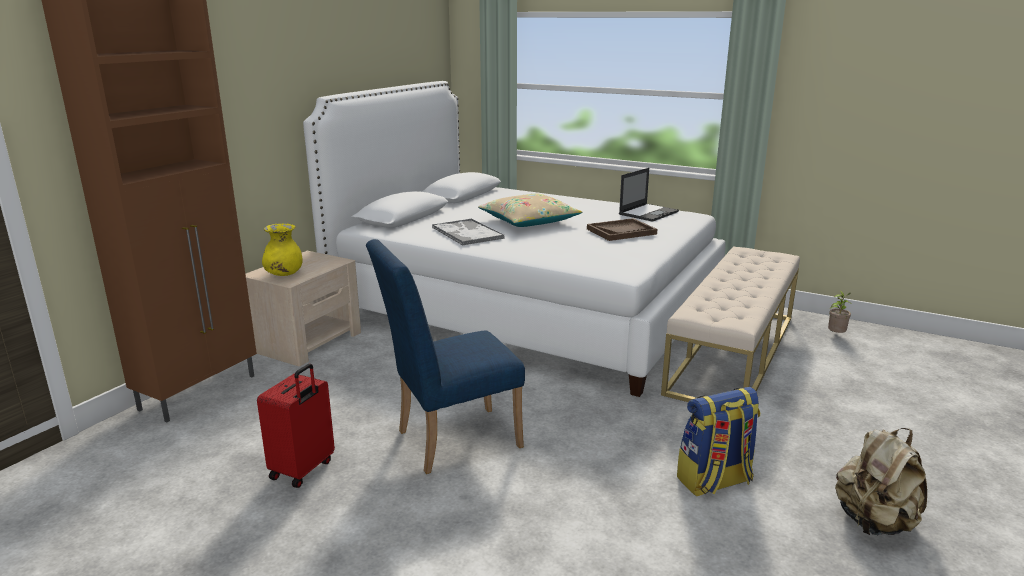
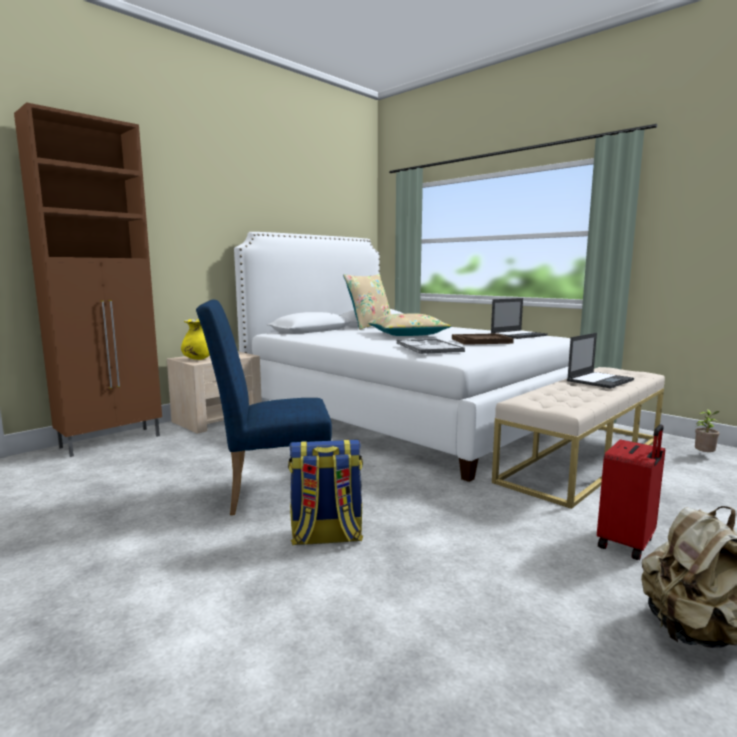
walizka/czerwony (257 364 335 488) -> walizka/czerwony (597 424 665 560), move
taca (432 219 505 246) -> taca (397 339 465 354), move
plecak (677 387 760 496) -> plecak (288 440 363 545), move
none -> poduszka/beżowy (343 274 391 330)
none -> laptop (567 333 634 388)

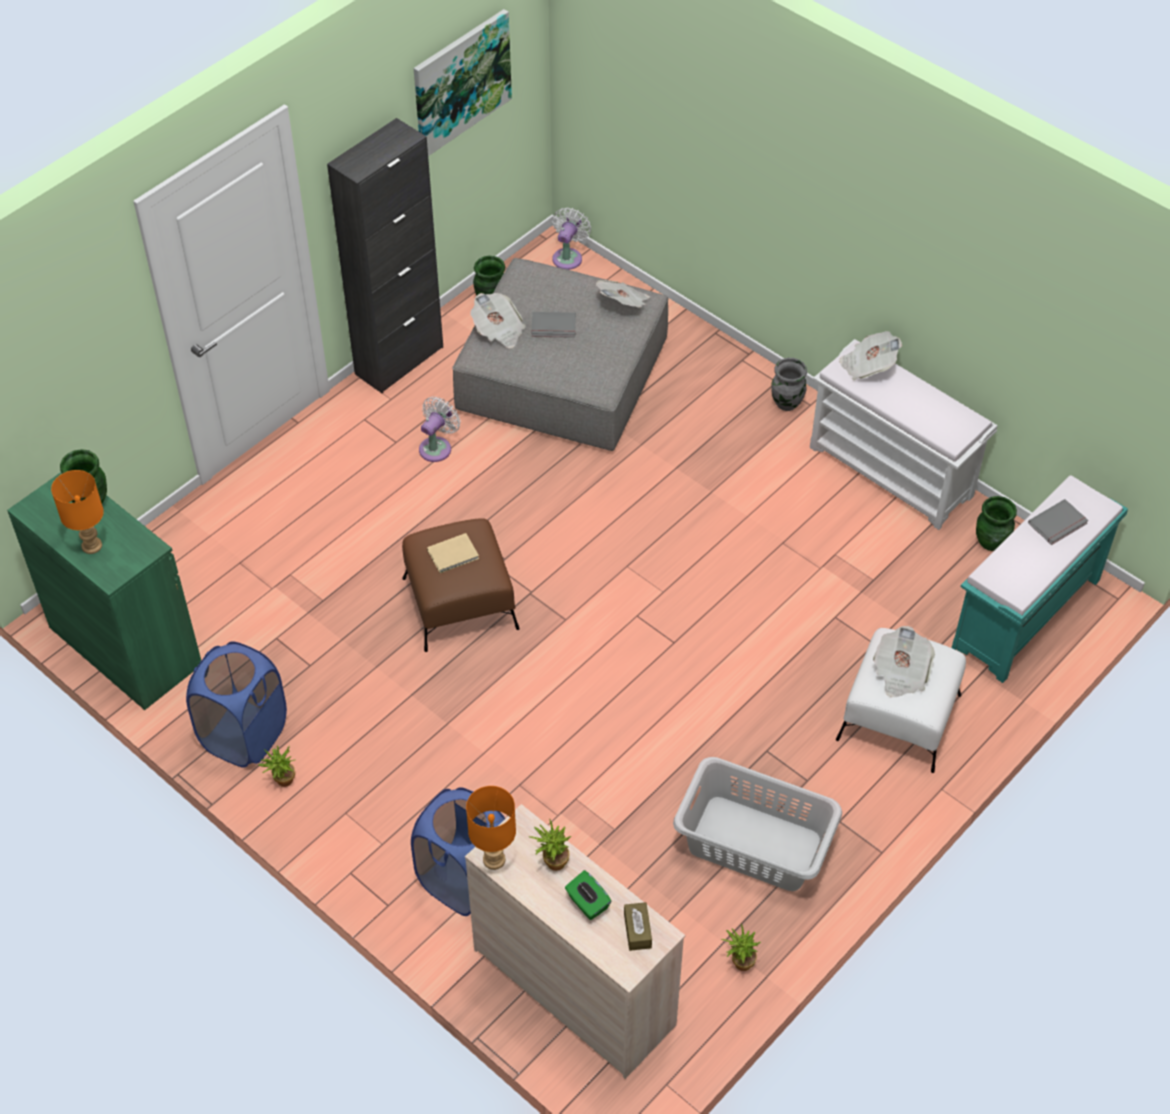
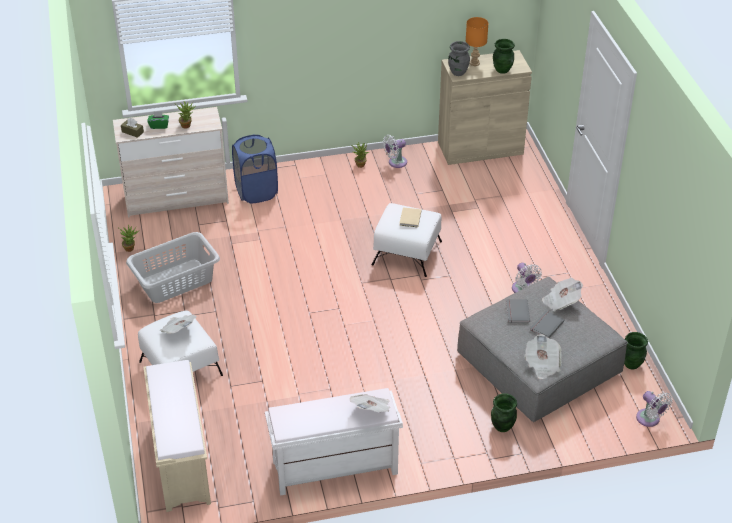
szafka/zielony (7 473 201 710) -> szafka/beżowy (438 50 532 165)
kosz na pranie/niebieski (186 641 287 768) -> wentylator/biały (383 135 407 168)
szafka/czarny (327 118 443 393) -> none
pufa/brązowy (402 518 520 652) -> pufa/biały (372 203 442 277)
obraz (414 9 512 156) -> none
lampa stołowa/pomarańczowy (466 786 516 870) -> none
wazon/szary (771 358 807 411) -> wazon/szary (448 41 470 76), move
ławka/turkusowy (952 475 1128 683) -> ławka/beżowy (144 360 211 512)
wazon/zielony (976 496 1017 551) -> wazon/zielony (491 393 517 432), move
książka/szary (1028 499 1088 545) -> książka/szary (506 299 530 323), move

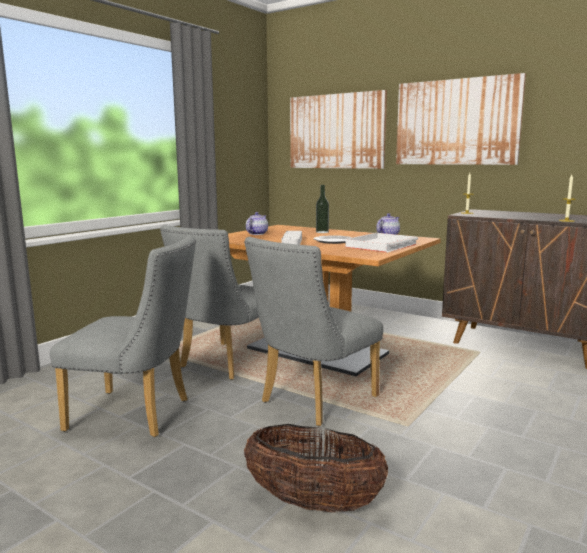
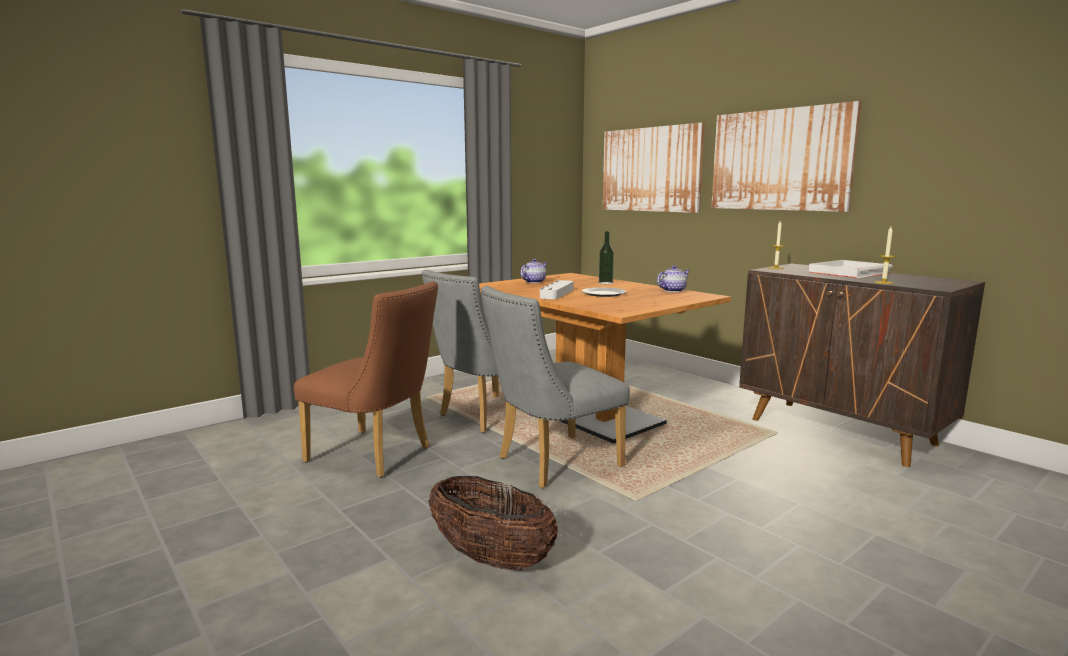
krzesło/szary (50 235 196 437) -> krzesło/brązowy (294 281 438 478)
taca/biały (345 233 418 253) -> taca/biały (809 260 893 278), move

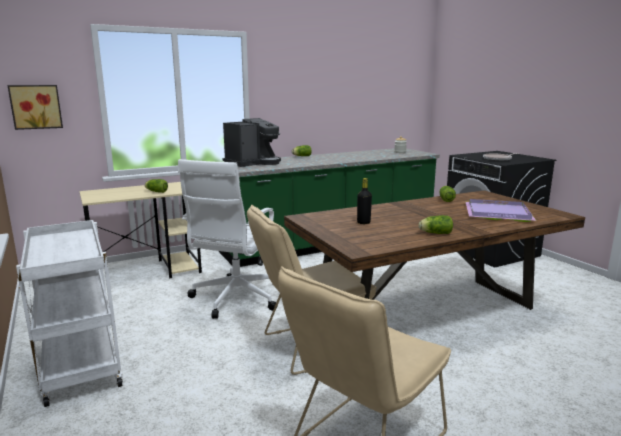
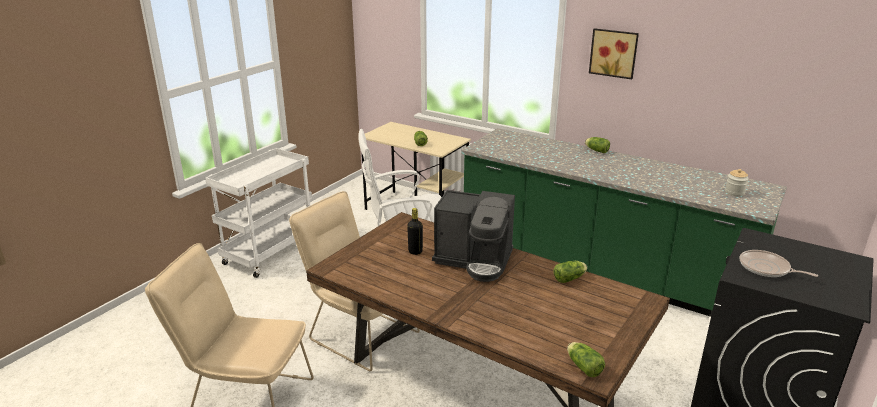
obraz (7 85 63 130) -> obraz (589 28 639 79), move
ekspres do kawy (222 118 281 167) -> ekspres do kawy (432 190 515 282), move
sałata (419 215 453 234) -> sałata (567 342 605 377), move
taca/fioletowy (466 199 536 222) -> none

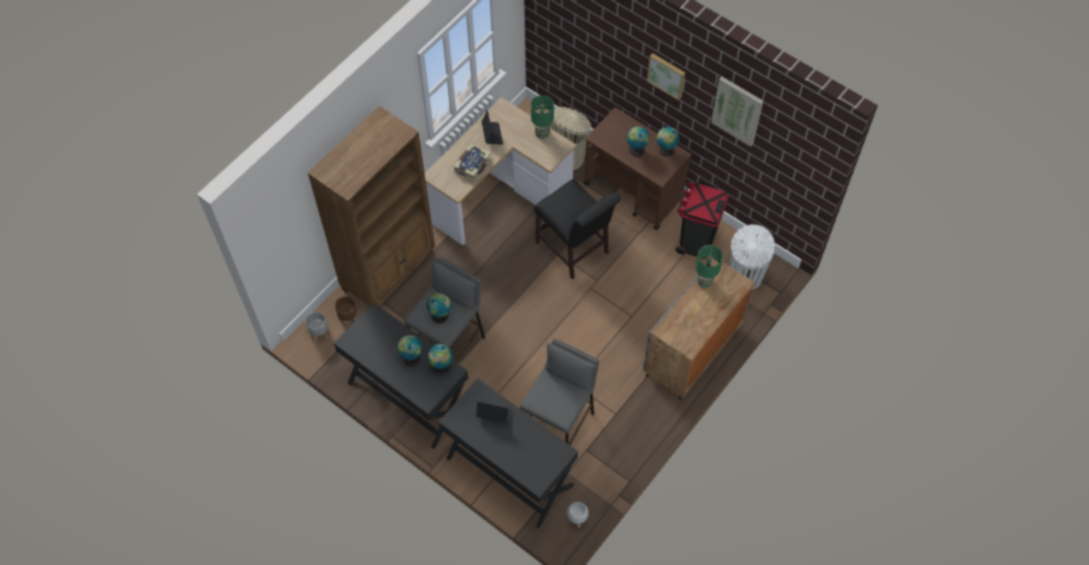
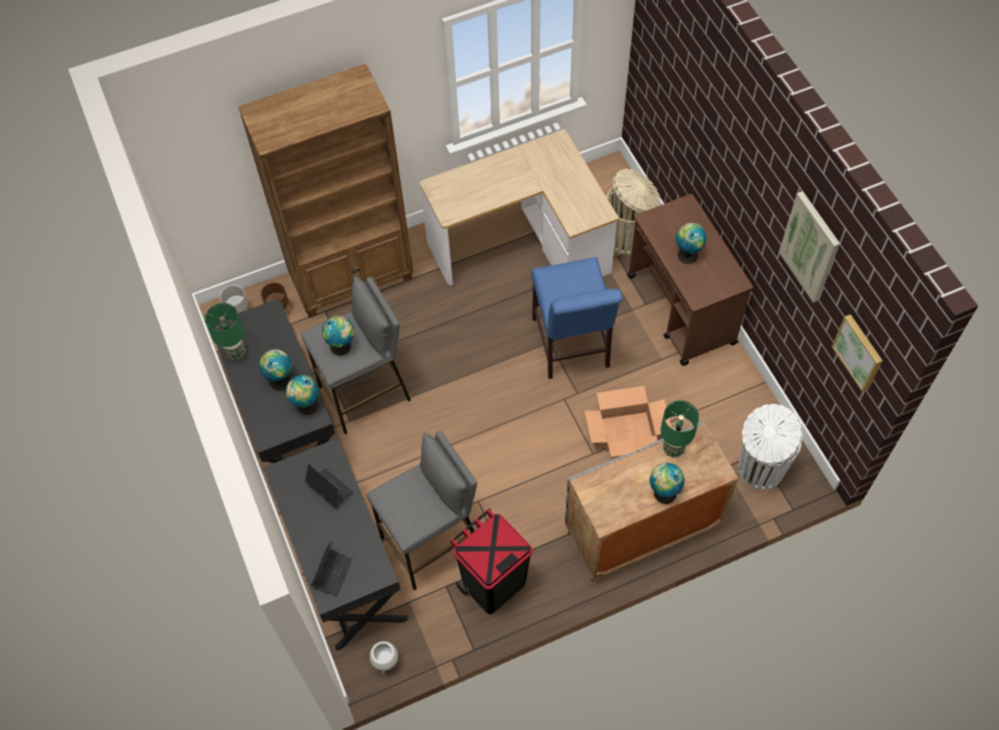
książka (454 144 491 182) -> none
laptop (482 110 503 145) -> laptop (311 541 353 597), move
lampa stołowa/zielony (531 95 554 139) -> lampa stołowa/zielony (205 303 246 360), move
krzesło/czarny (534 178 621 279) -> krzesło/niebieski (531 257 622 379)
obraz (647 53 685 101) -> obraz (832 314 883 392), move
globus (656 127 679 157) -> globus (650 463 685 504), move
kosz na śmieci/czarny (675 182 729 259) -> kosz na śmieci/czarny (450 508 533 614), move
none -> karton (585 386 672 457)

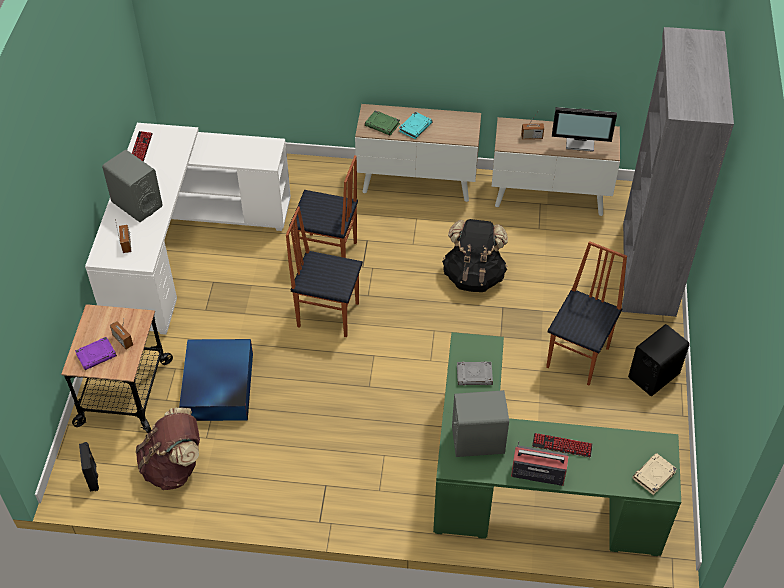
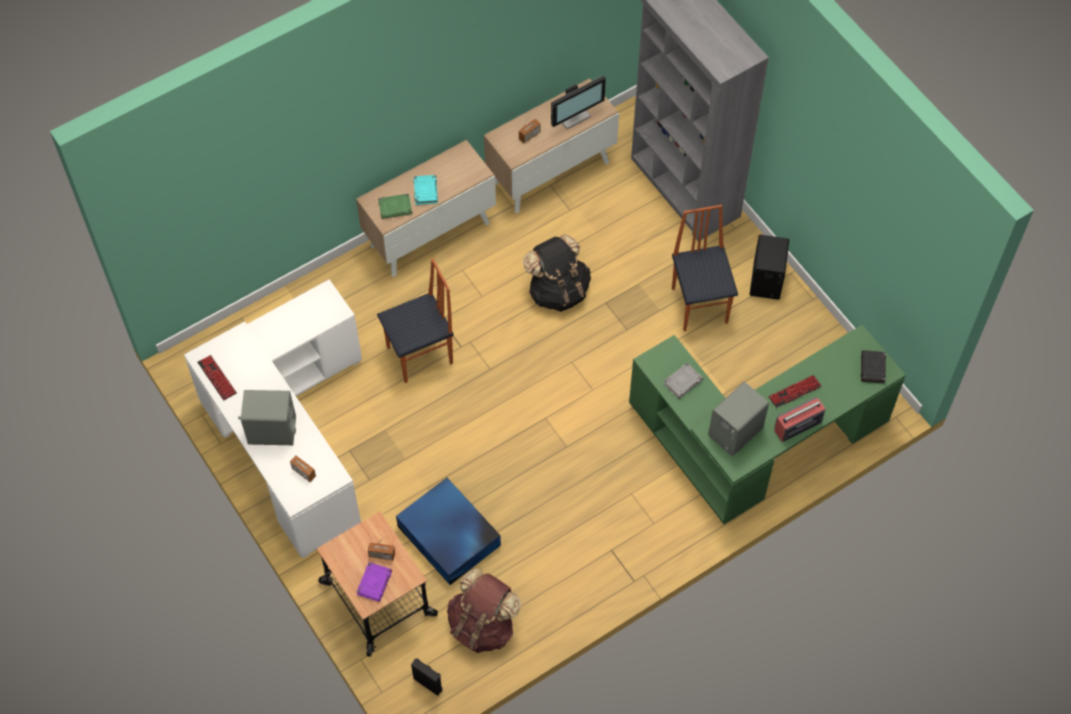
krzesło (286 207 363 337) -> none
książka/beżowy (632 453 677 495) -> książka/czarny (861 350 886 384)

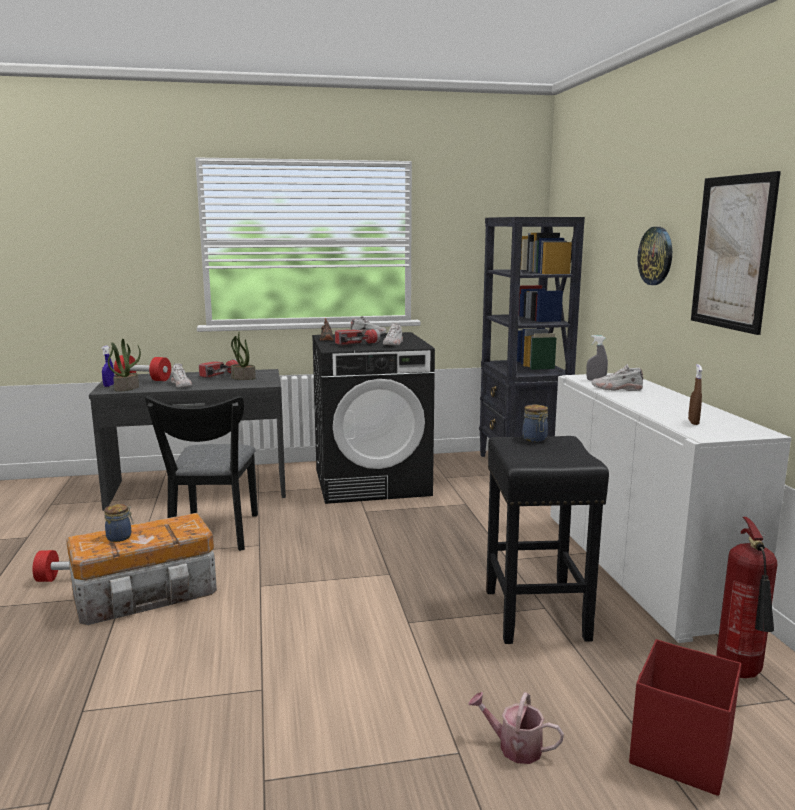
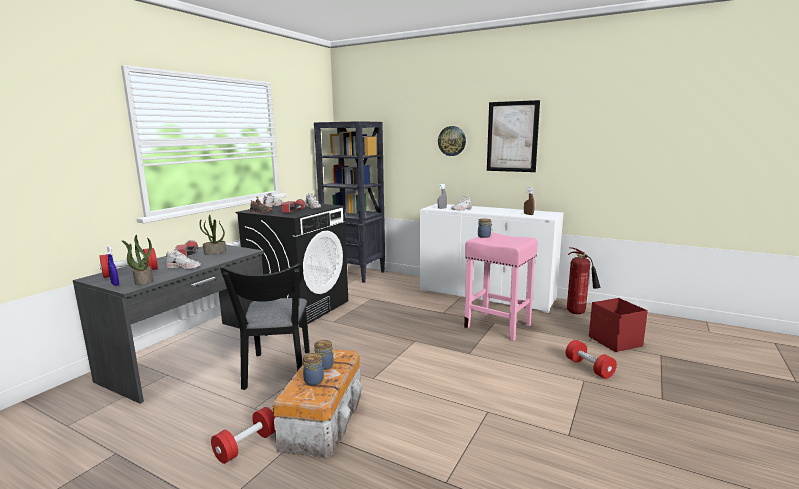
krzesło/czarny (145 396 258 551) -> krzesło/czarny (220 263 309 390), 45 degrees clockwise
konewka (469 692 564 764) -> hantel/czerwony (565 340 617 379)
stołek/czarny (486 436 609 644) -> stołek/różowy (464 232 538 341)
none -> słoik (314 340 334 370)

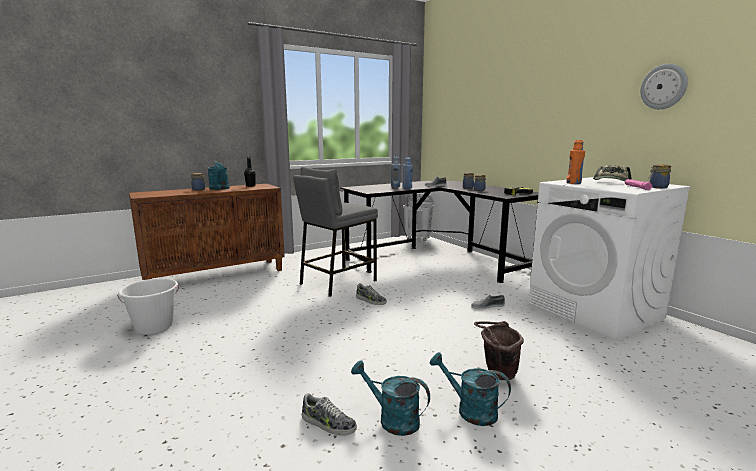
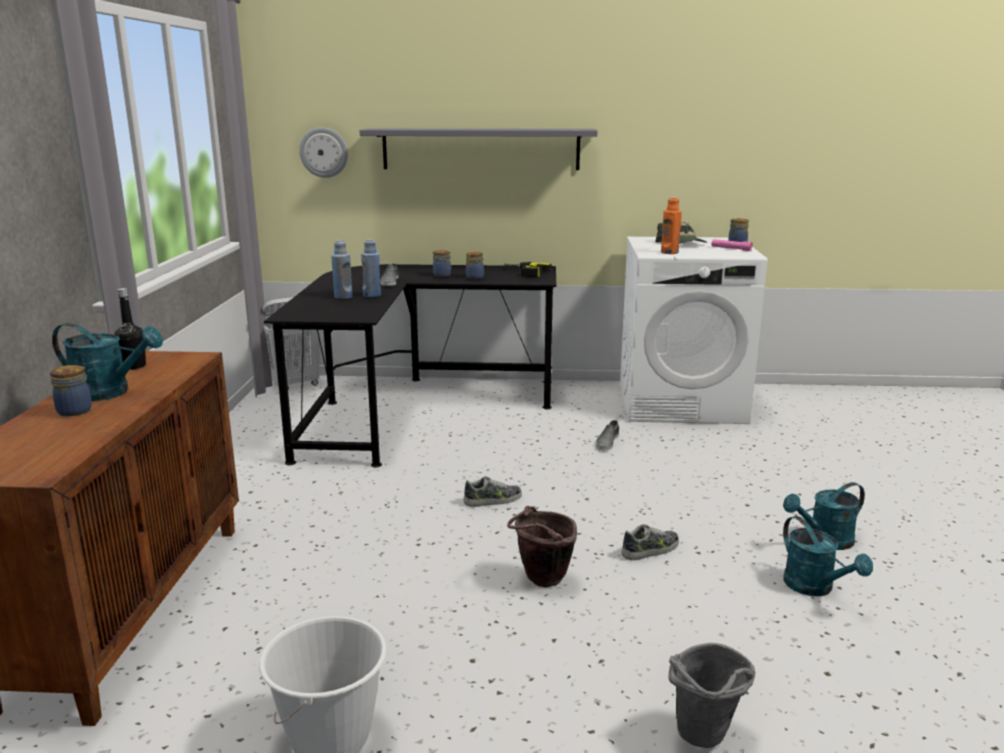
stołek/szary (293 167 378 297) -> none
but (302 393 357 436) -> but (622 524 679 561), move
konewka/turkusowy (351 360 430 436) -> konewka/turkusowy (783 516 873 596), 90 degrees counterclockwise
wiadro/brązowy (474 321 524 380) -> wiadro/brązowy (507 506 577 587), move
zegar ścienny (640 64 688 109) -> zegar ścienny (299 127 348 178), move
none -> półka/szary (359 128 598 170)
none -> wiadro/szary (668 643 756 748)

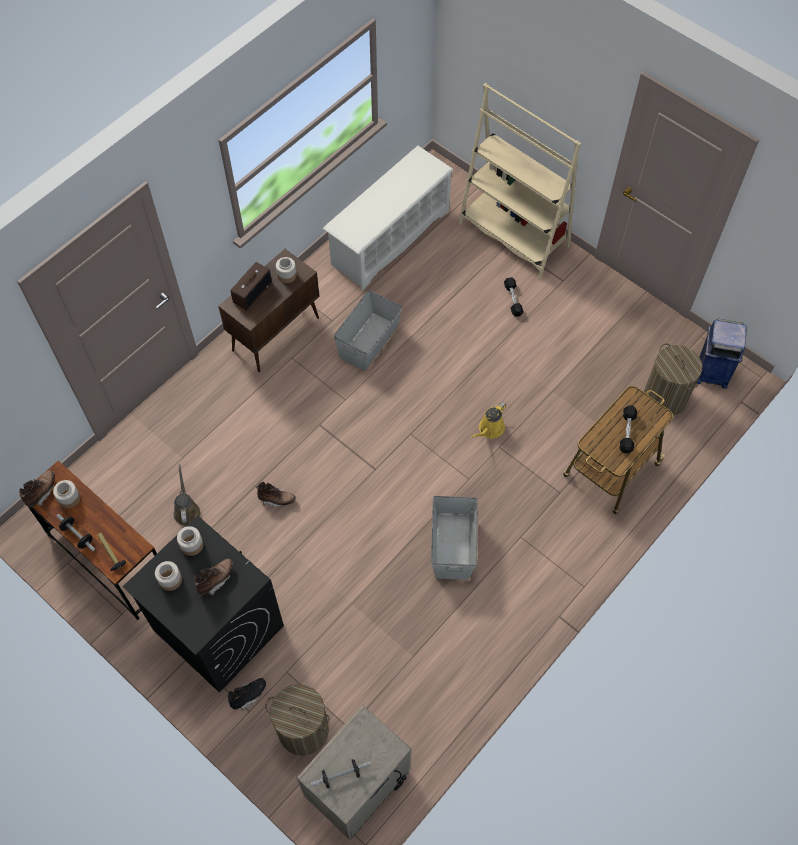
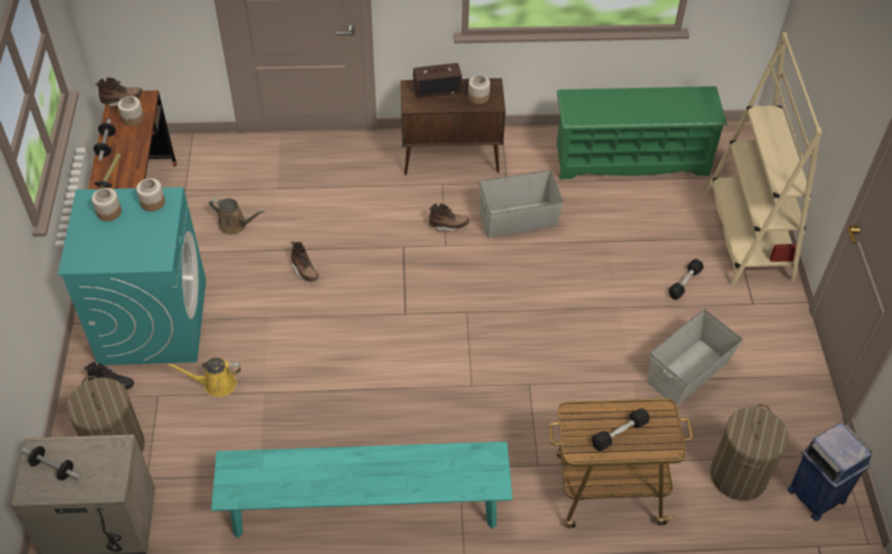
pralka/czarny (122 516 284 693) -> pralka/turkusowy (58 187 206 365)
konewka/brązowy (174 464 201 526) -> konewka/brązowy (209 198 264 235), 75 degrees clockwise
but z cholewką/brązowy (194 559 233 595) -> but z cholewką/brązowy (429 203 470 232), move
regał na buty/biały (323 146 454 290) -> regał na buty/zielony (557 86 727 180)
pojemnik do przechowywania/szary (431 496 478 580) -> pojemnik do przechowywania/szary (648 309 742 406), move
konewka/żółty (471 402 506 439) -> konewka/żółty (168 357 241 397), move
none -> ławka/turkusowy (211 441 512 538)

